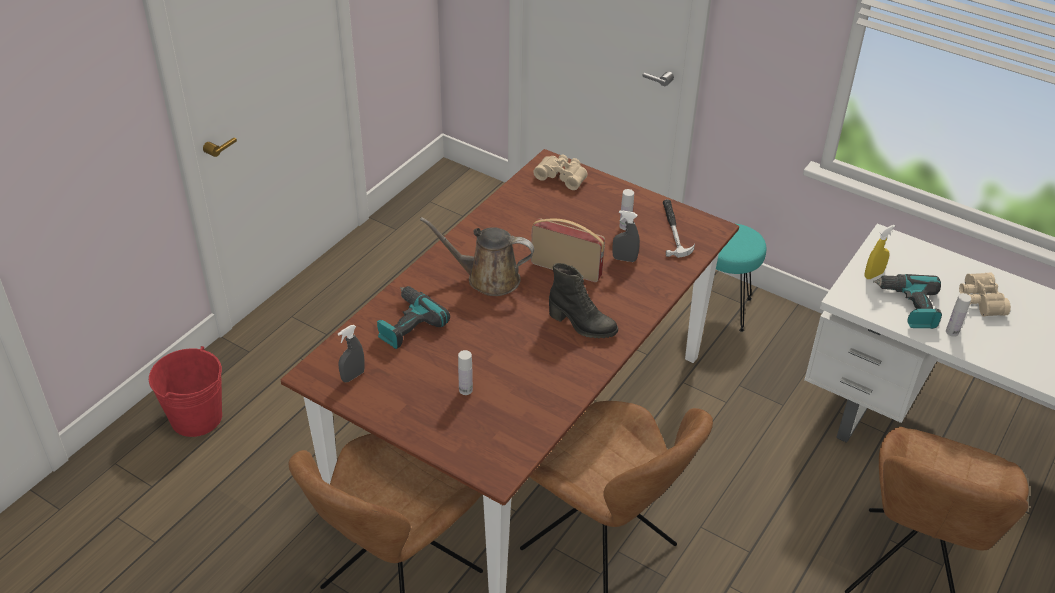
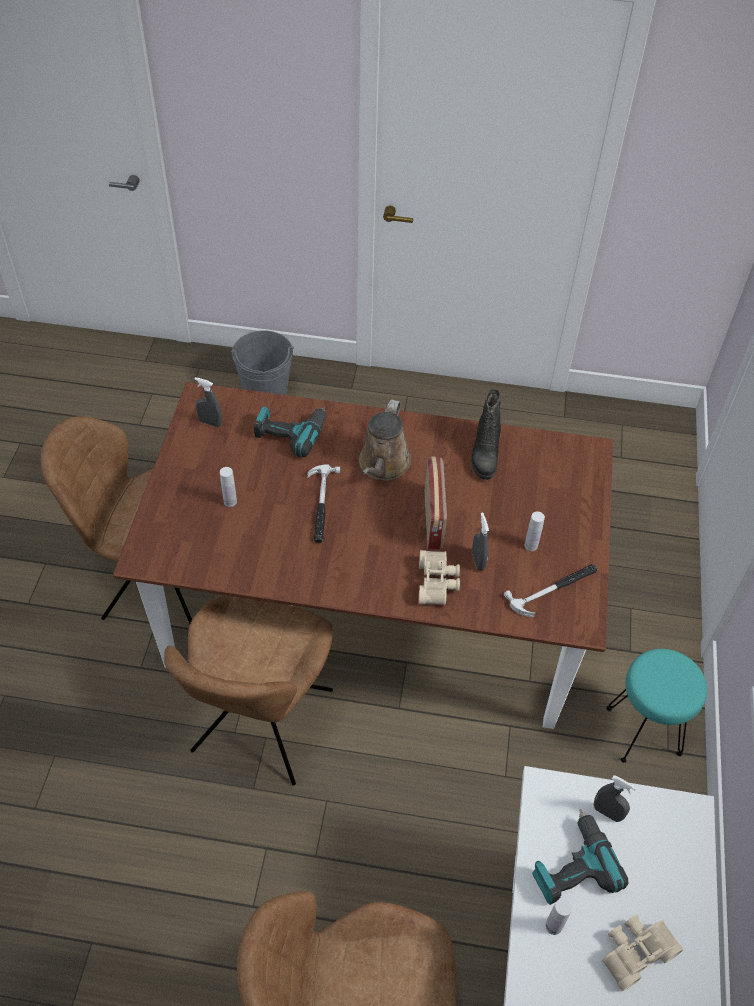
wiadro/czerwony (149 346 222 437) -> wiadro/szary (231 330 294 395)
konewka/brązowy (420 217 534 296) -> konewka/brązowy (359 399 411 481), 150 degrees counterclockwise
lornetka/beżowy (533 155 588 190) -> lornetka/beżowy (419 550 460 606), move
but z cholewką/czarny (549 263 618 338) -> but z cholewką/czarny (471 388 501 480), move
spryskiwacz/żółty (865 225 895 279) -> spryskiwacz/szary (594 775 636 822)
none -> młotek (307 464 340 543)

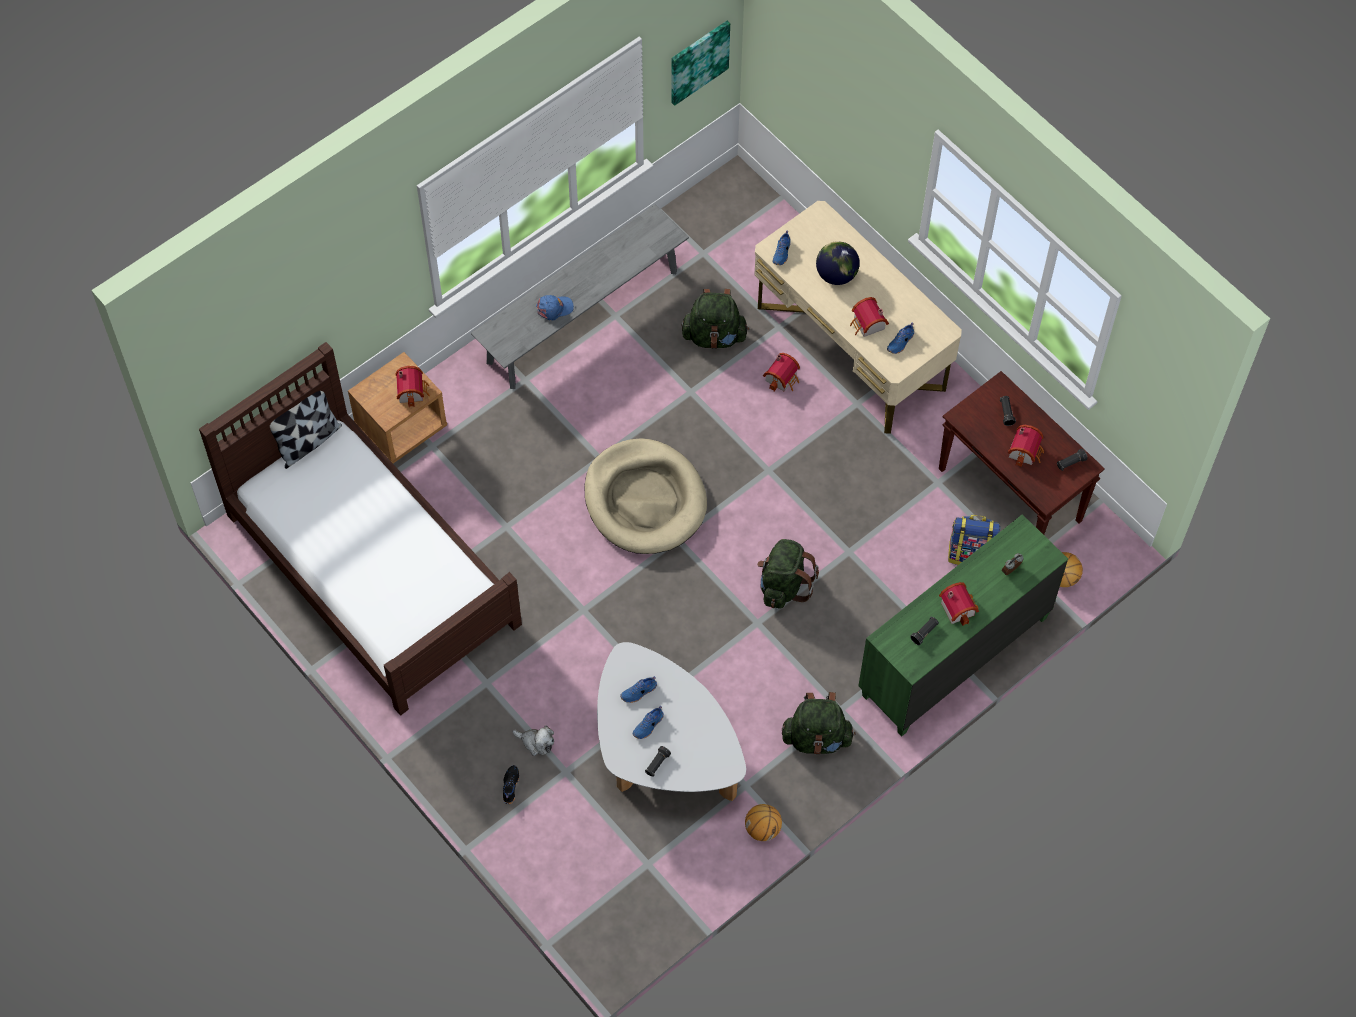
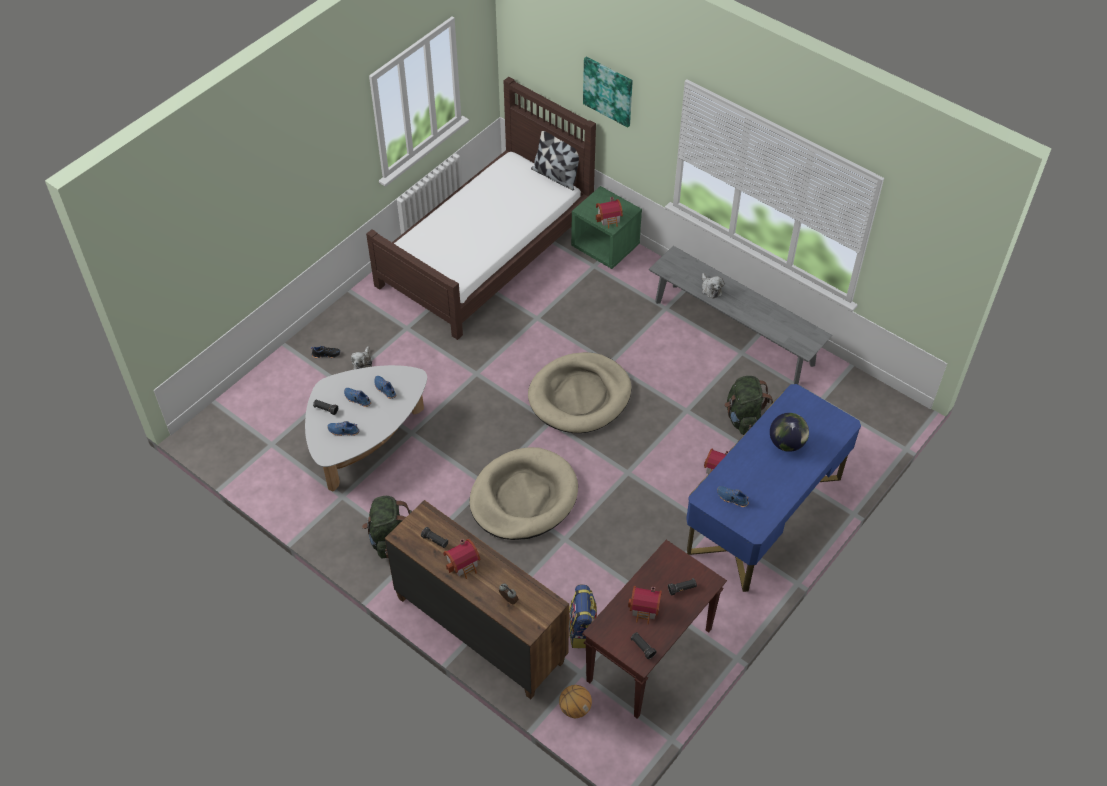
szafka nocna/brązowy (348 352 447 463) -> szafka nocna/zielony (571 186 642 269)
czapka z daszkiem/niebieski (536 295 574 320) -> pluszak (702 273 724 299)
obraz (671 21 730 106) -> obraz (583 57 633 127), move
piłka do koszykówki (745 804 782 841) -> none
biurko/beżowy (754 201 962 434) -> biurko/niebieski (686 384 861 592)
plecak/zielony (757 539 819 609) -> legowisko/beżowy (469 447 578 540)
but/niebieski (773 230 791 265) -> but/niebieski (327 421 360 436), move
domek (850 297 889 337) -> none
komoda/zielony (858 514 1068 736) -> komoda/brązowy (385 500 569 699)

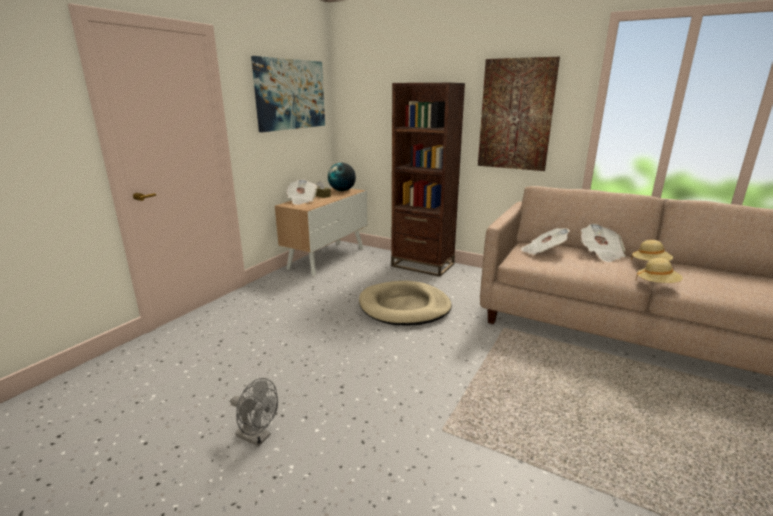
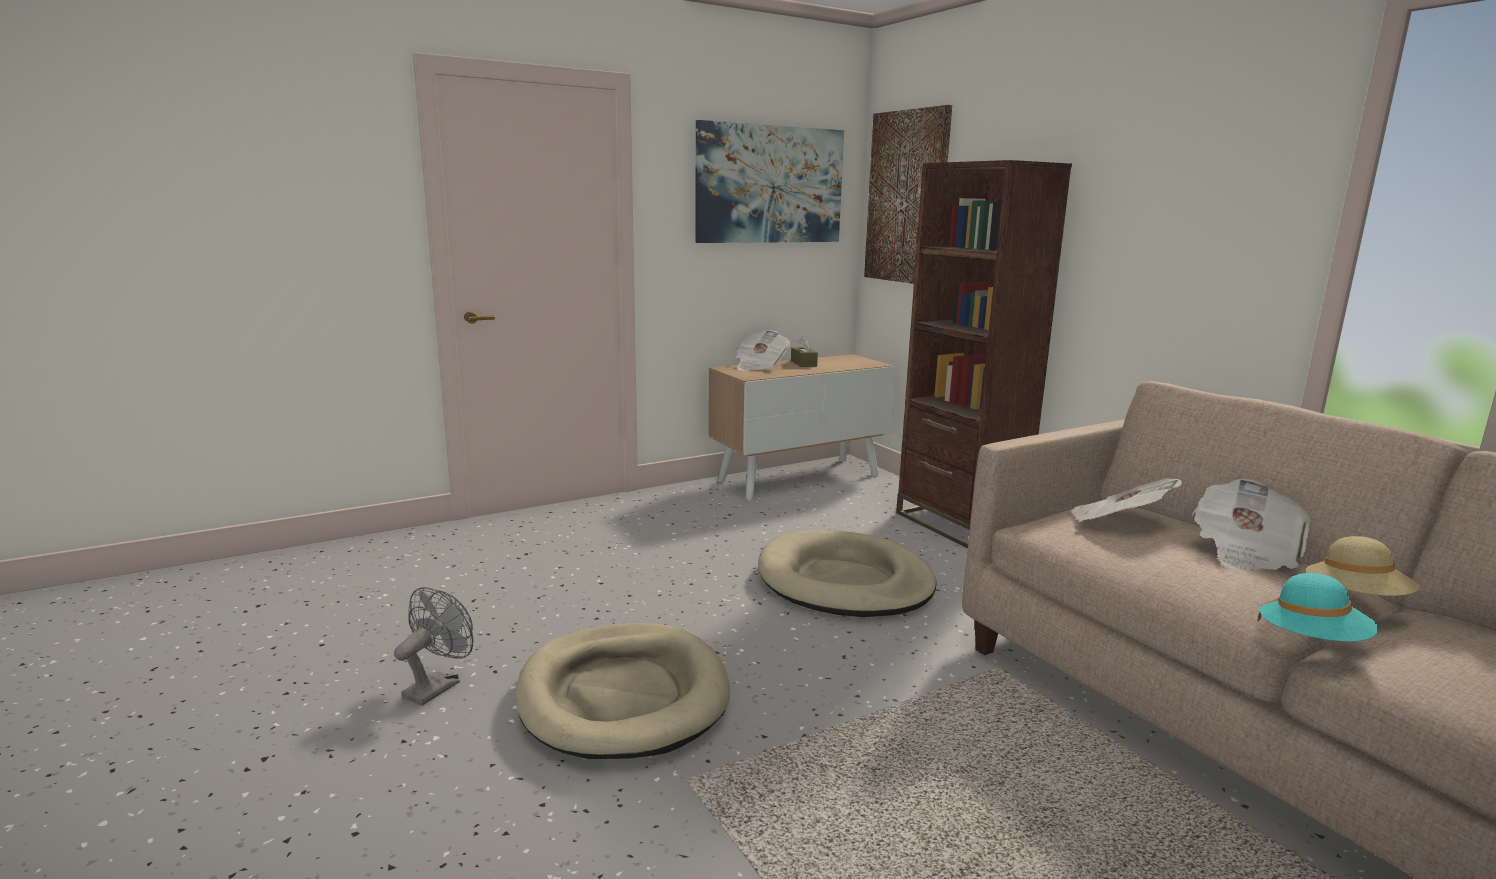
wentylator/szary (230 378 278 447) -> wentylator/szary (394 587 473 706), 120 degrees counterclockwise
globus (328 163 356 191) -> none
obraz (478 57 560 171) -> obraz (864 105 952 284), move
kapelusz/beżowy (636 258 683 283) -> kapelusz/turkusowy (1257 573 1379 642)
none -> legowisko/beżowy (516 623 730 759)

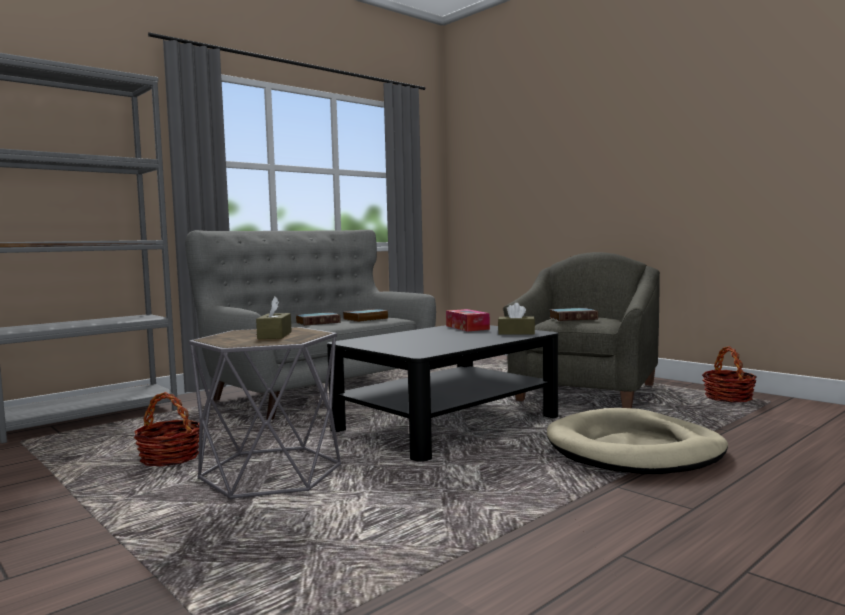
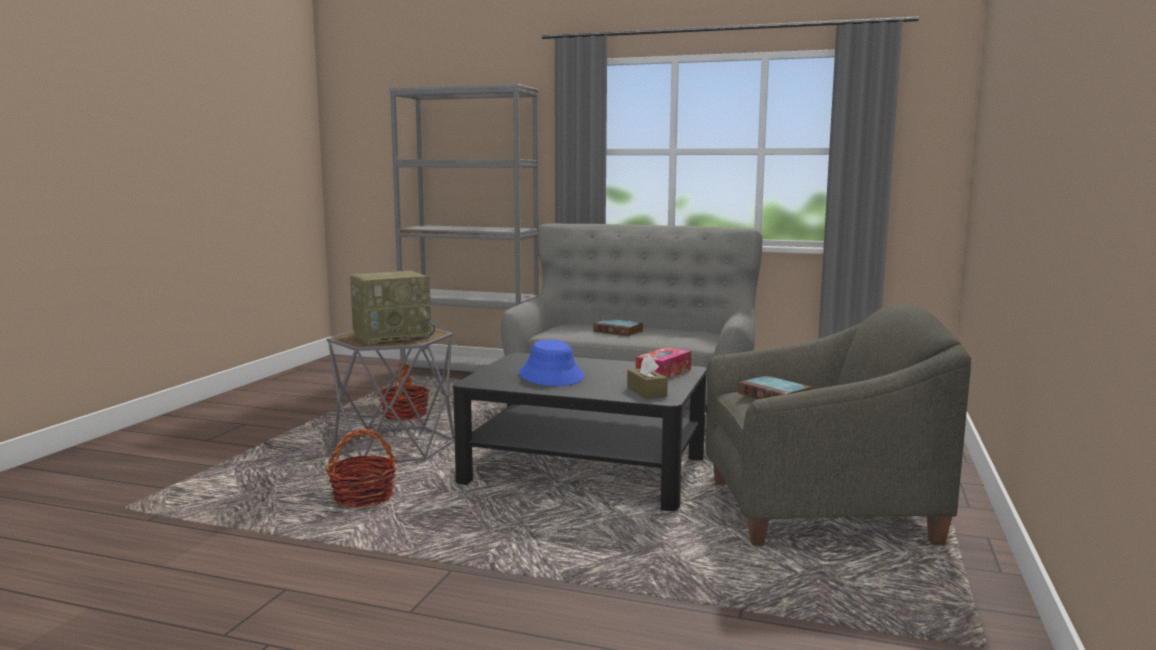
pudełko chusteczek/brązowy (256 297 292 339) -> radio (350 271 435 345)
książka (343 309 389 322) -> none
legowisko/beżowy (547 408 728 474) -> none
koszyk (702 346 757 402) -> koszyk (326 429 397 508), move
none -> kapelusz/niebieski (519 339 584 386)

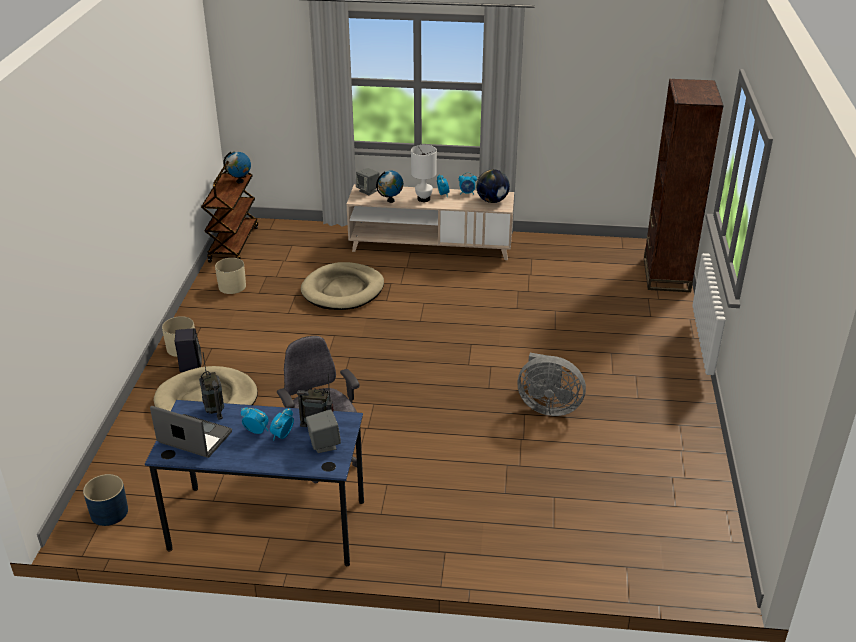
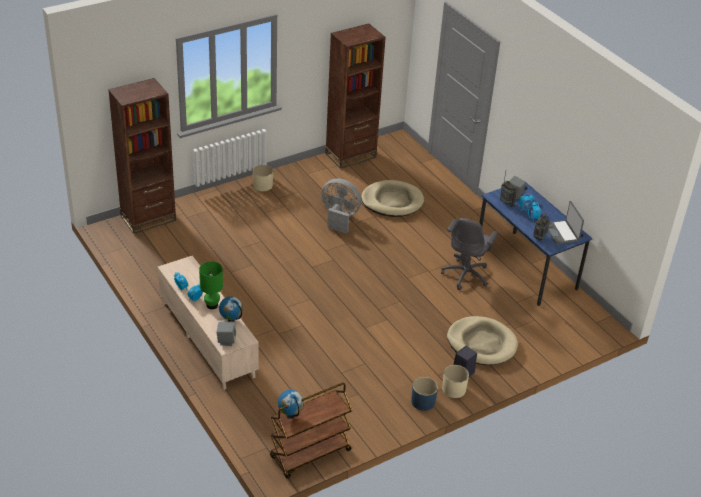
donica/niebieski (83 474 128 526) -> donica/niebieski (411 377 438 411), move
donica/beżowy (215 258 246 294) -> donica/beżowy (253 165 273 191), move
legowisko/beżowy (301 262 384 310) -> legowisko/beżowy (361 180 424 217), move
lampa stołowa/biały (411 145 437 202) -> lampa stołowa/zielony (199 261 223 309)
globus (476 169 510 203) -> none
wentylator/szary (518 353 586 416) -> wentylator/szary (321 178 361 234), 45 degrees counterclockwise
none -> regał/brązowy (325 24 386 169)

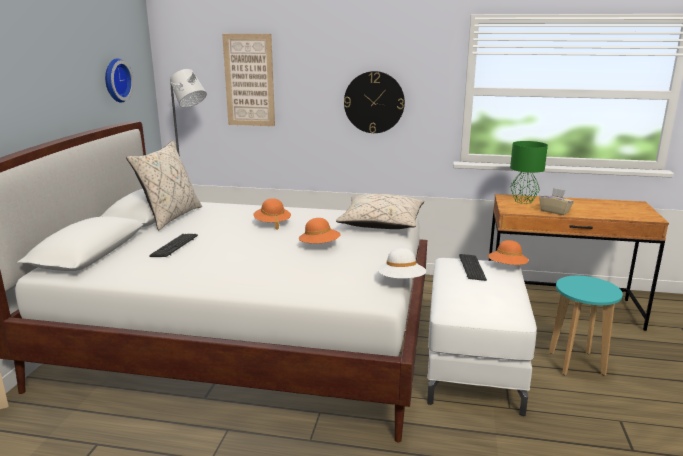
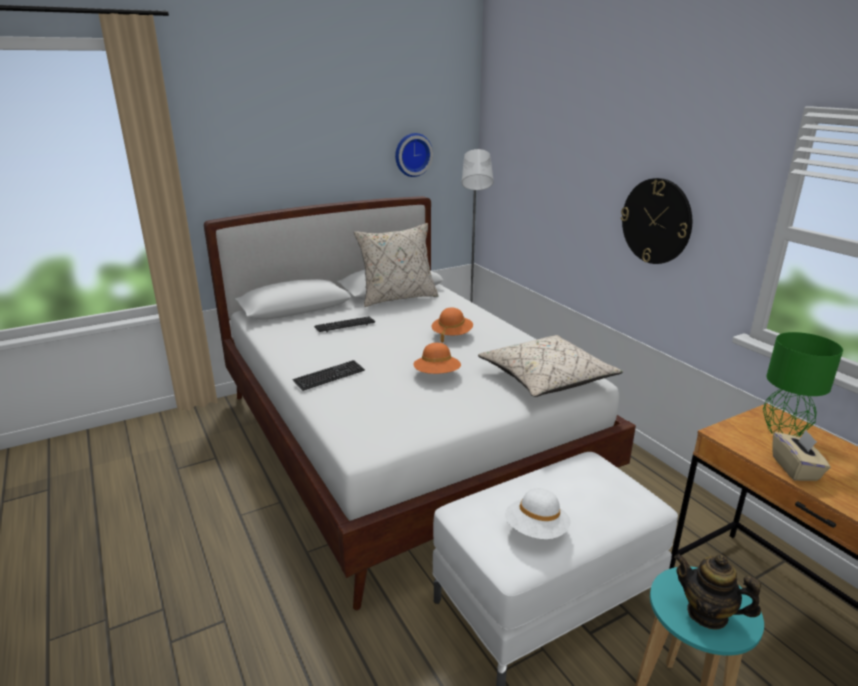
obraz (222 34 275 126) -> none
kapelusz/biały (378 248 426 279) -> kapelusz/biały (505 488 570 539), move
klawiatura (459 254 487 281) -> klawiatura (293 360 365 391), move
kapelusz/pomarańczowy (488 240 529 265) -> none
none -> imbryk (674 554 761 629)

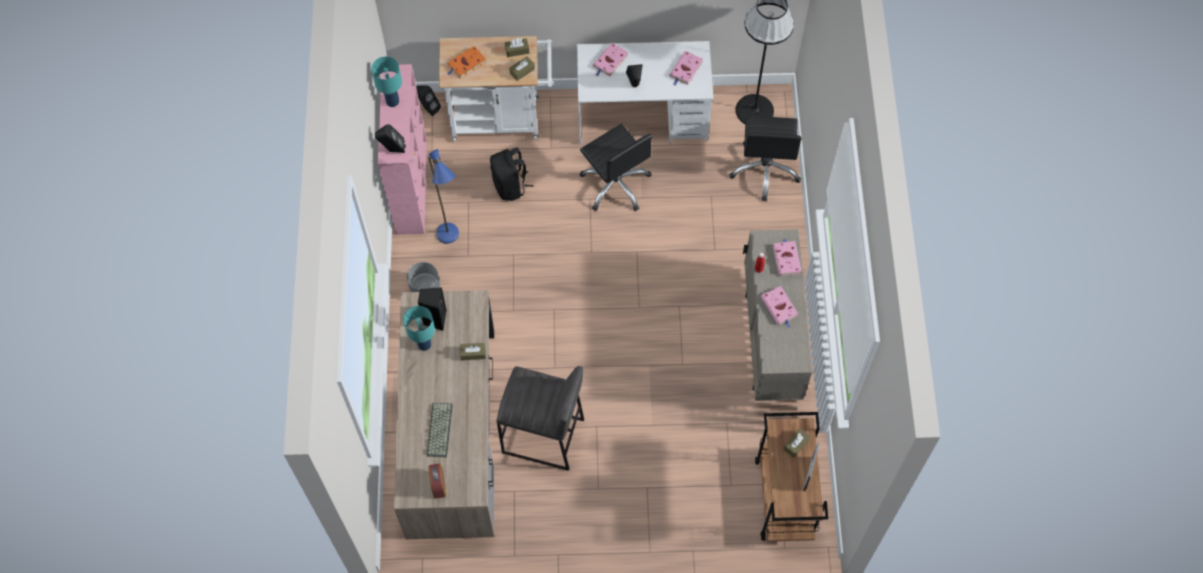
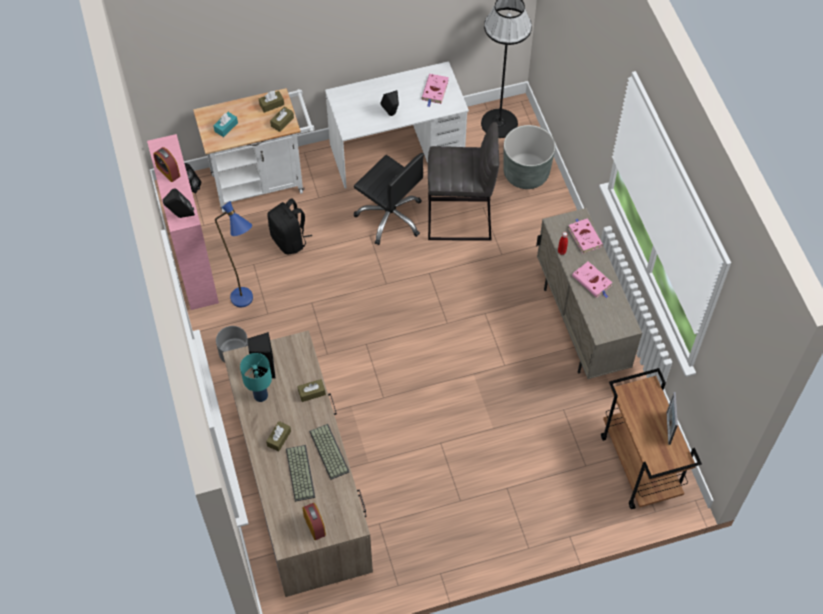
lampa stołowa/turkusowy (371 57 402 107) -> budzik (153 147 180 182)
książka/pomarańczowy (447 46 486 79) -> pudełko chusteczek/turkusowy (213 112 238 137)
stołek/szary (496 366 584 471) -> stołek/szary (428 122 499 241), move
książka/różowy (593 43 628 77) -> none
krzesło biurowe/czarny (729 115 802 201) -> donica/szary (503 125 555 189)
pudełko chusteczek/brązowy (783 429 810 458) -> pudełko chusteczek/brązowy (266 421 291 452), move
none -> klawiatura (309 424 349 480)

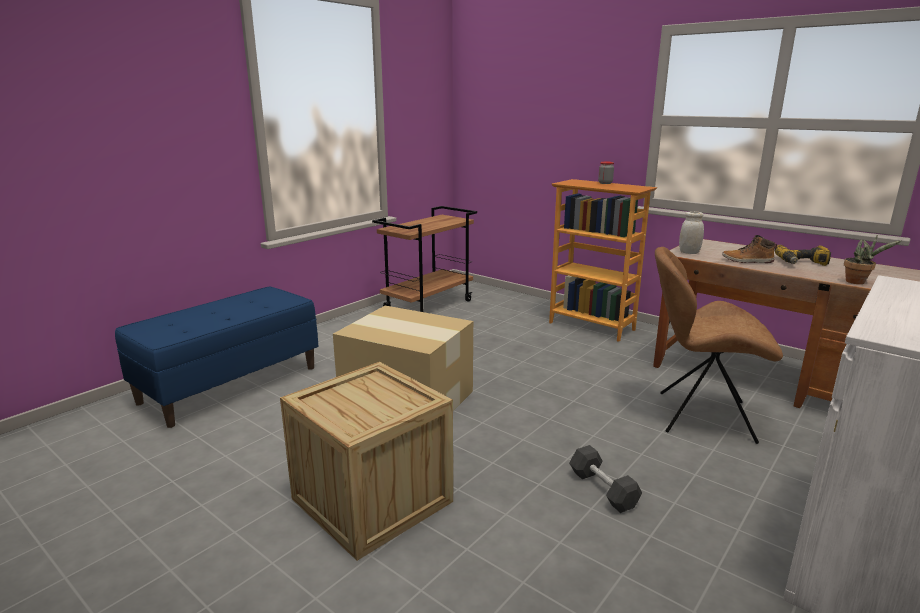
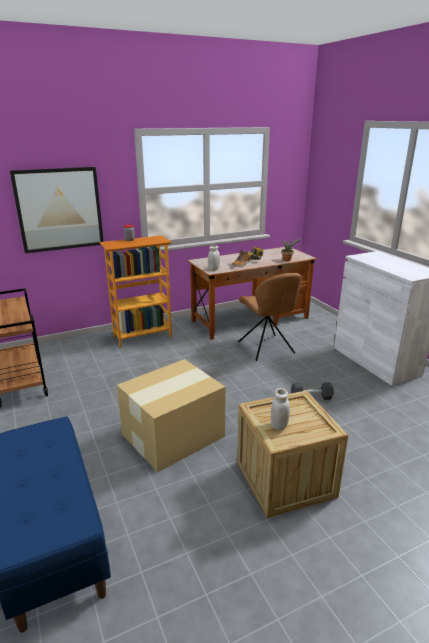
krzesło/brązowy (655 247 783 444) -> krzesło/brązowy (238 273 302 361), 60 degrees counterclockwise
none -> obraz (10 167 104 253)
none -> słoik/biały (271 388 290 430)

